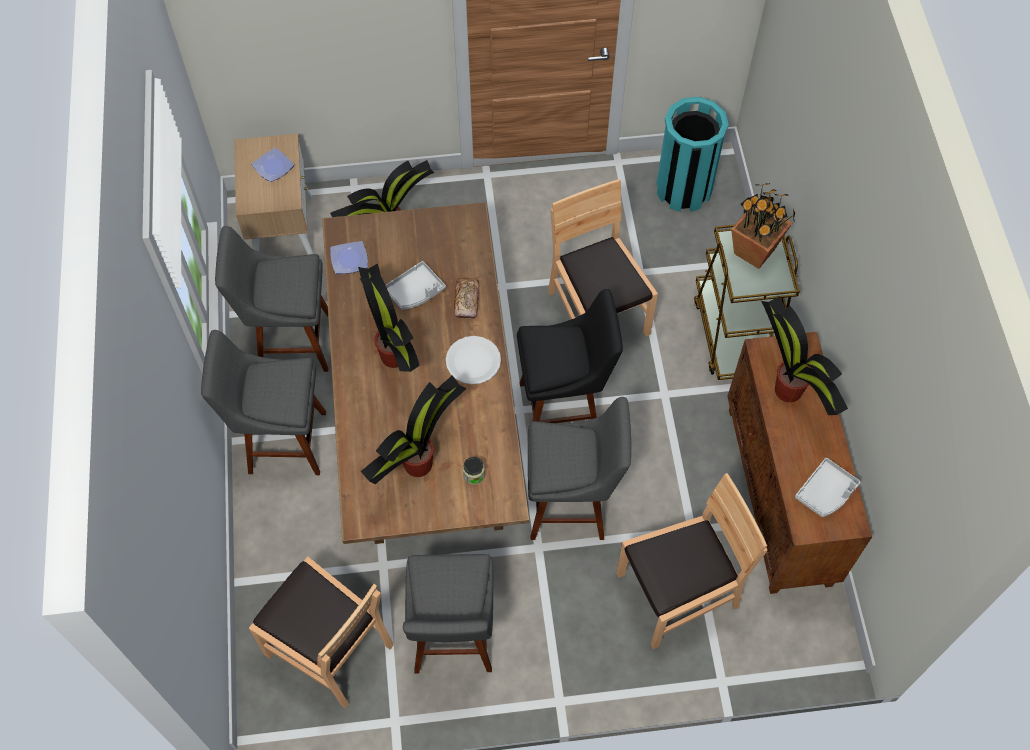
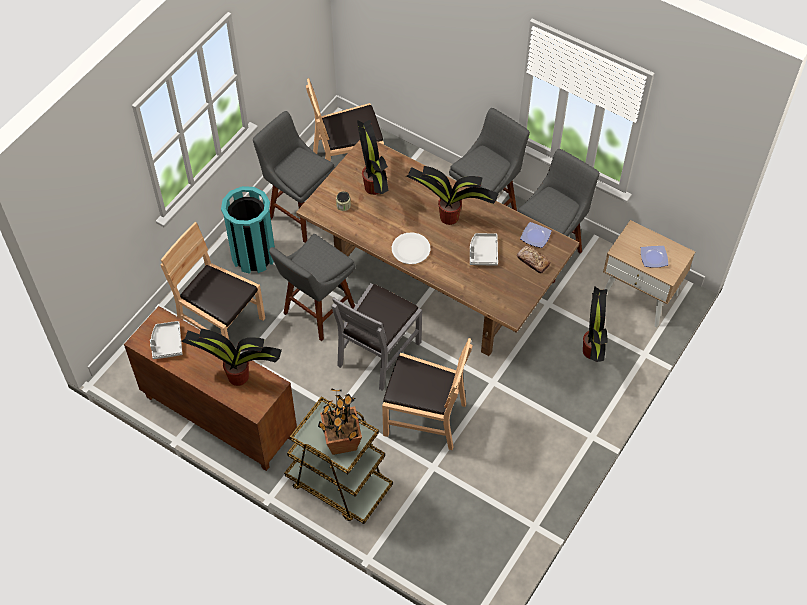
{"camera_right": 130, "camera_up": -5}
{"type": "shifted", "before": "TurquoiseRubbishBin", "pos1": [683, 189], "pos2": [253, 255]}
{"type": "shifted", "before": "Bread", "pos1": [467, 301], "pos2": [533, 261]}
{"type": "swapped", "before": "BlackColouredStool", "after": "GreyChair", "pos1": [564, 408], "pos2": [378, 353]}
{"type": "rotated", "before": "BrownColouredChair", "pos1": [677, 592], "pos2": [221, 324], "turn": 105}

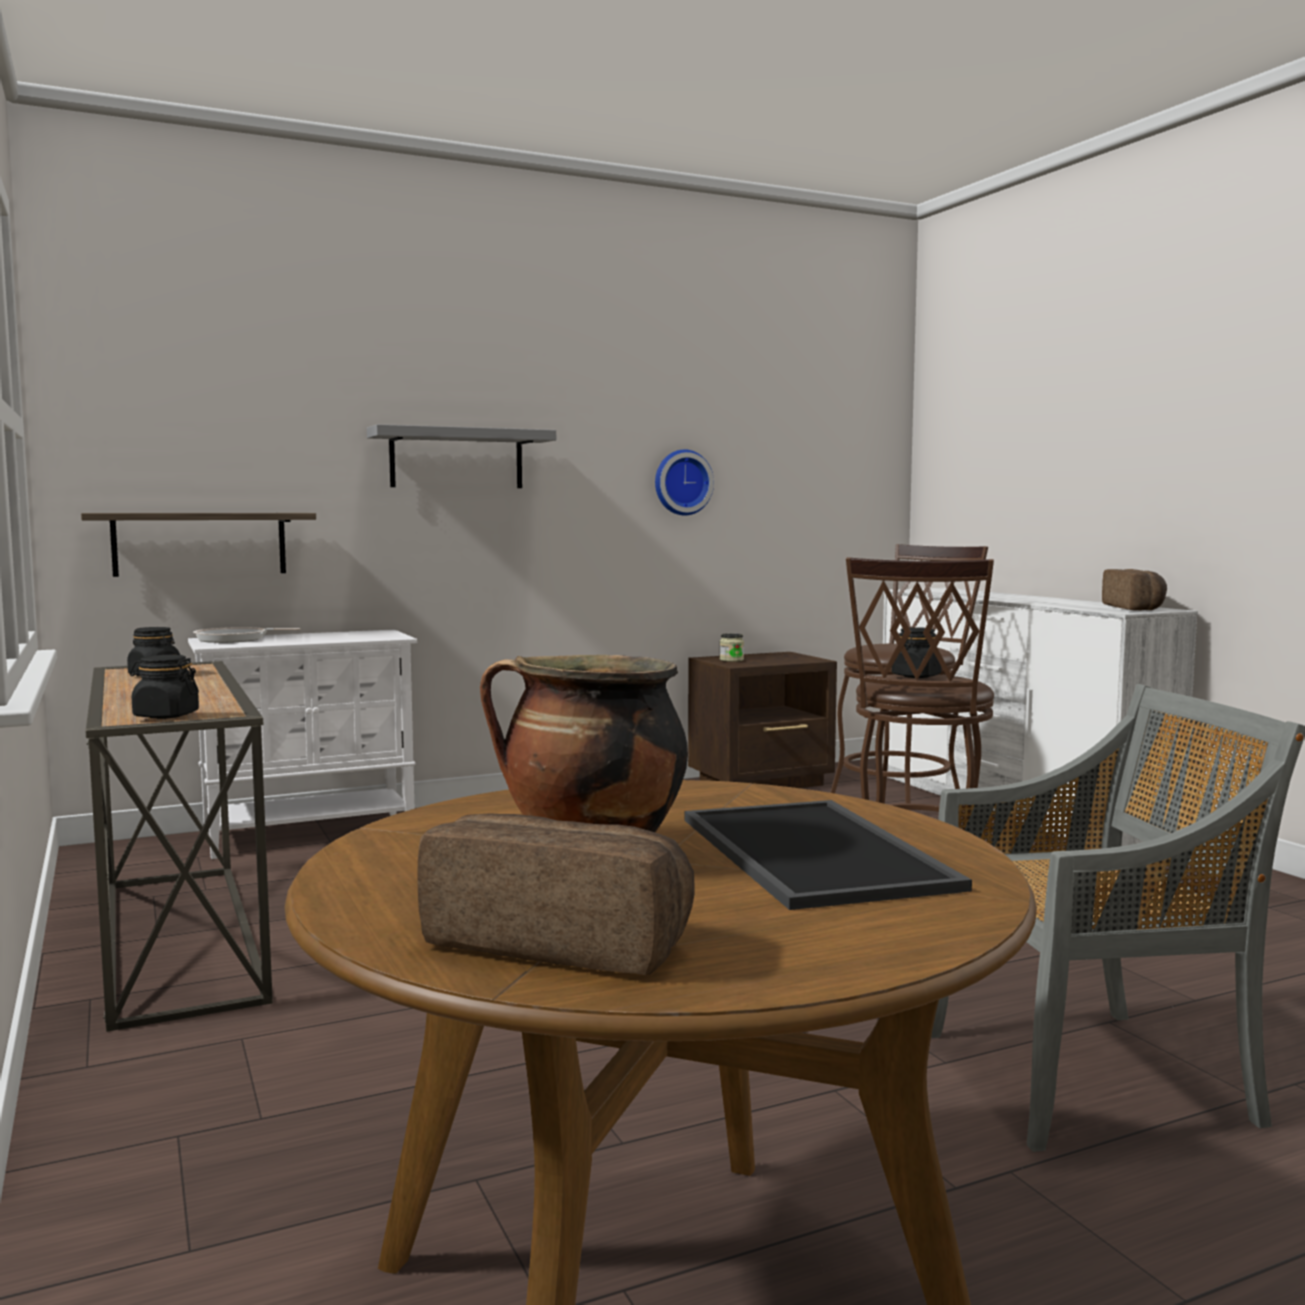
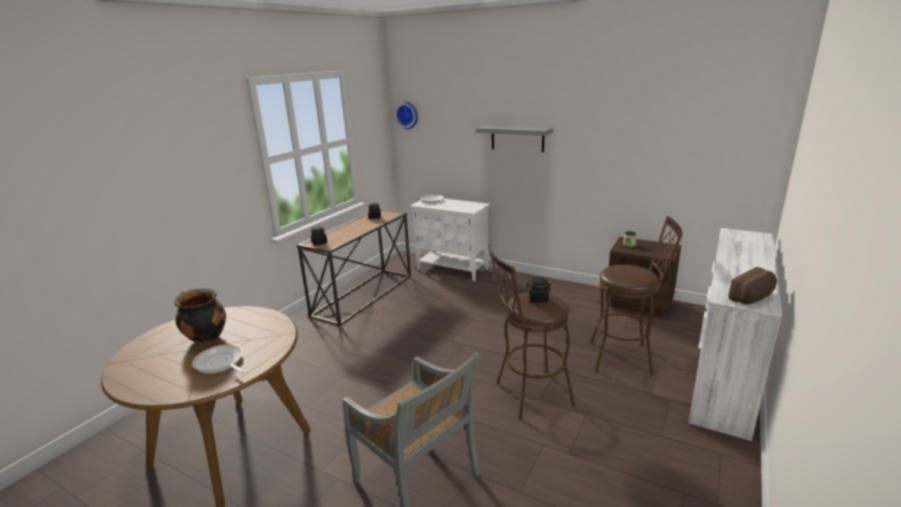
{"camera_right": 55, "camera_up": 15}
{"type": "shifted", "before": "WallClock", "pos1": [682, 482], "pos2": [407, 115]}
{"type": "gone", "before": "BracketShelf", "pos1": [200, 543]}
{"type": "swapped", "before": "CarryingTray", "after": "Pan", "pos1": [819, 853], "pos2": [220, 363]}
{"type": "gone", "before": "Bread", "pos1": [560, 942]}

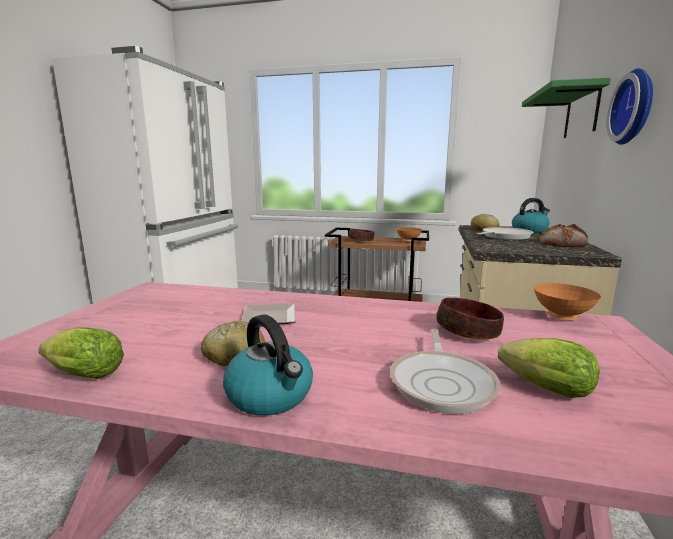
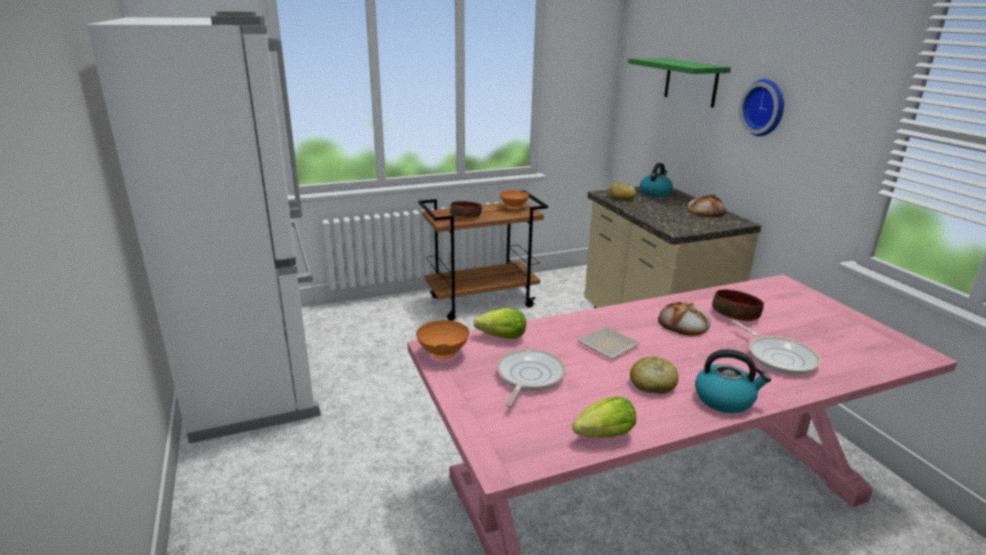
{"camera_right": -35, "camera_up": 10}
{"type": "shifted", "before": "Pan", "pos1": [504, 237], "pos2": [528, 377]}
{"type": "shifted", "before": "OrangeColouredServingBowl", "pos1": [561, 317], "pos2": [443, 354]}
{"type": "shifted", "before": "HeadOfLettuce", "pos1": [541, 388], "pos2": [499, 337]}
{"type": "new", "after": "Bread", "pos2": [683, 324]}

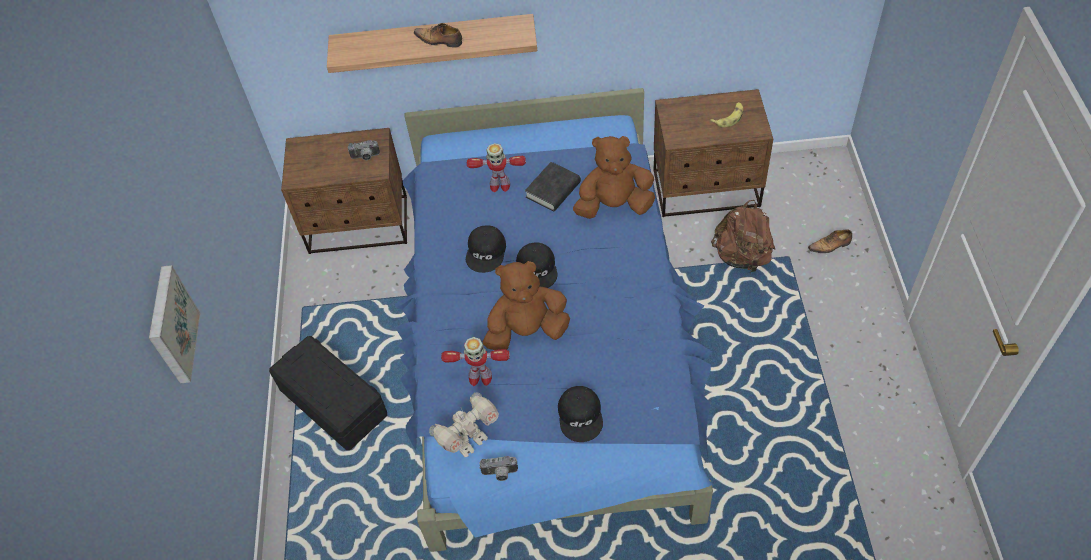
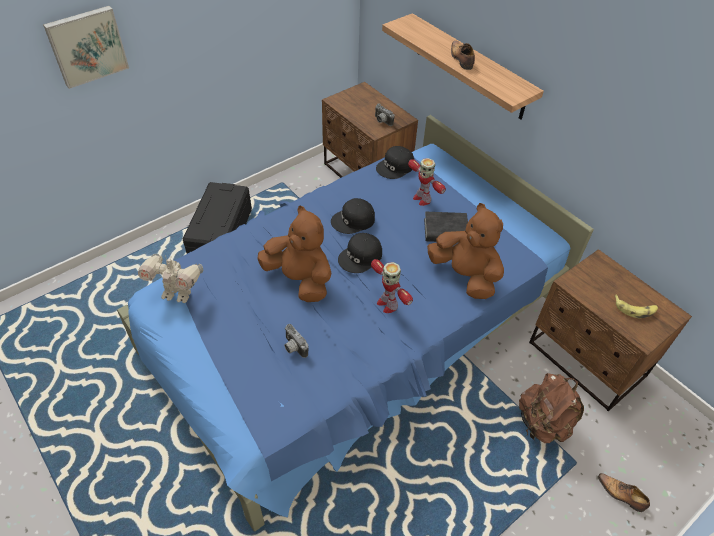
{"camera_right": 50, "camera_up": -5}
{"type": "shifted", "before": "RobotFigure", "pos1": [479, 377], "pos2": [387, 304]}
{"type": "shifted", "before": "BlackColouredCap", "pos1": [581, 416], "pos2": [395, 167]}
{"type": "shifted", "before": "StillCamera", "pos1": [500, 474], "pos2": [293, 348]}

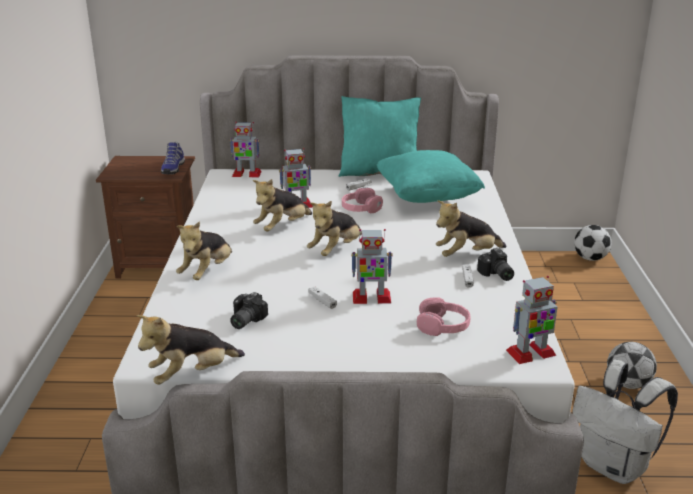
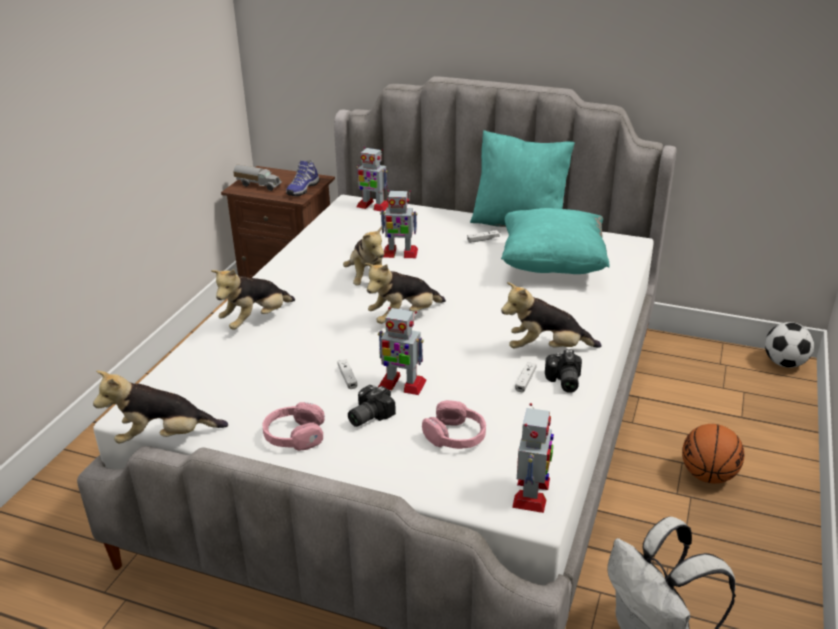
{"camera_right": 20, "camera_up": 5}
{"type": "rotated", "before": "SoftToy", "pos1": [282, 227], "pos2": [367, 278], "turn": -75}
{"type": "shifted", "before": "PinkHeadset", "pos1": [360, 209], "pos2": [294, 436]}
{"type": "rotated", "before": "RobotFigure", "pos1": [530, 353], "pos2": [531, 493], "turn": -75}
{"type": "shifted", "before": "StillCamera", "pos1": [244, 320], "pos2": [367, 416]}
{"type": "gone", "before": "BallForFootball", "pos1": [627, 384]}
{"type": "new", "after": "ToyTruck", "pos2": [258, 185]}
{"type": "new", "after": "BasketballBall", "pos2": [708, 475]}

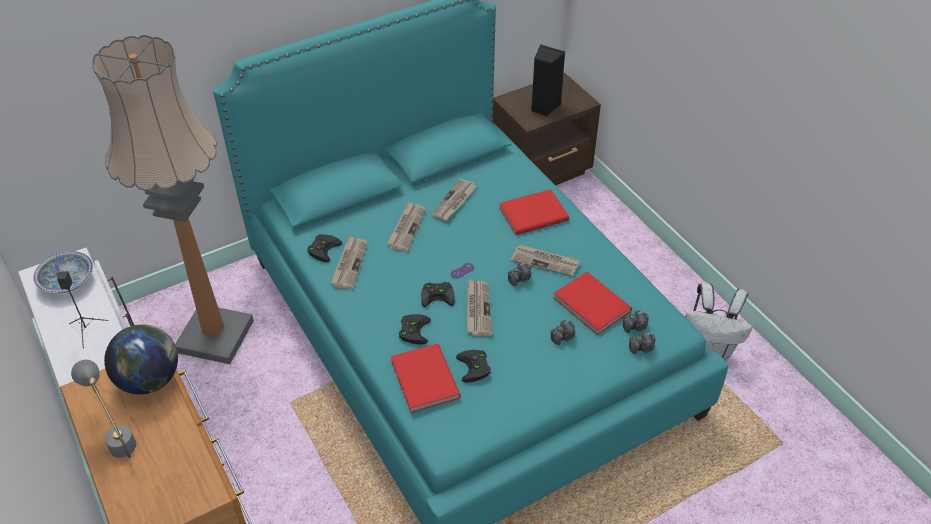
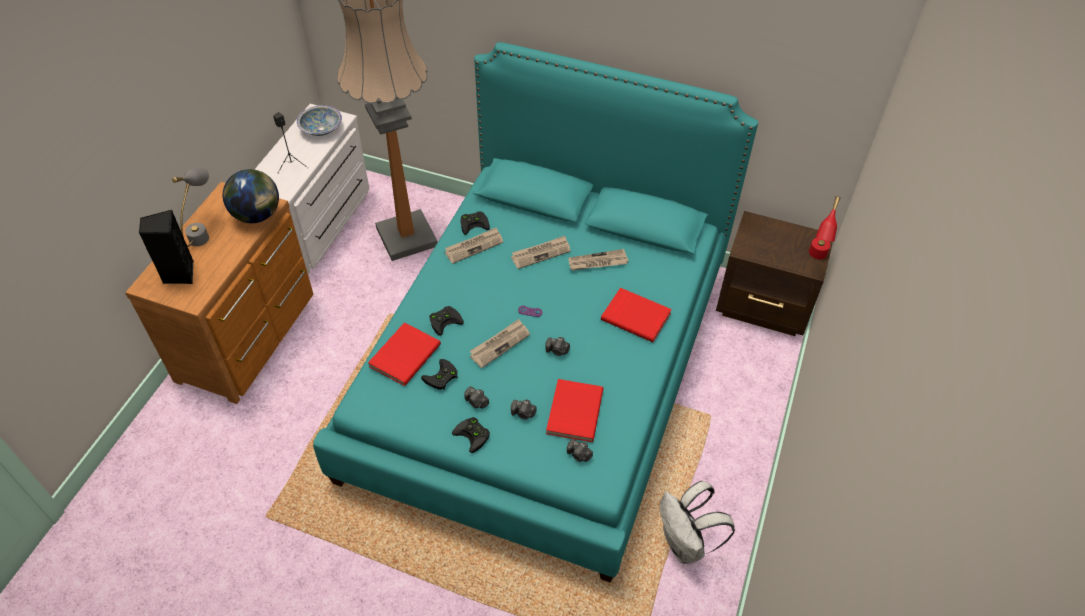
{"camera_right": 50, "camera_up": 5}
{"type": "shifted", "before": "BlackColouredAudioSpeaker", "pos1": [543, 107], "pos2": [179, 274]}
{"type": "gone", "before": "Newspaper", "pos1": [545, 261]}
{"type": "shifted", "before": "BlackColouredGamepad", "pos1": [438, 295], "pos2": [474, 435]}
{"type": "shifted", "before": "StillCamera", "pos1": [642, 348], "pos2": [476, 402]}
{"type": "new", "after": "RedTabletopLamp", "pos2": [816, 259]}

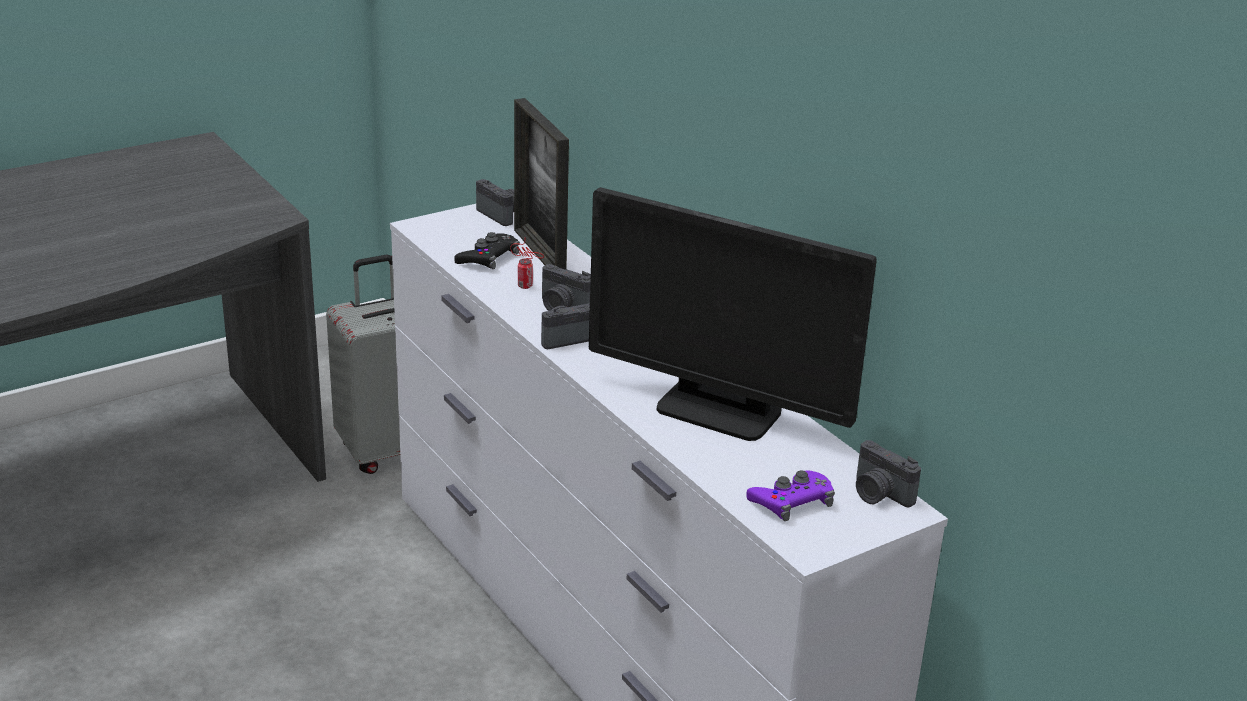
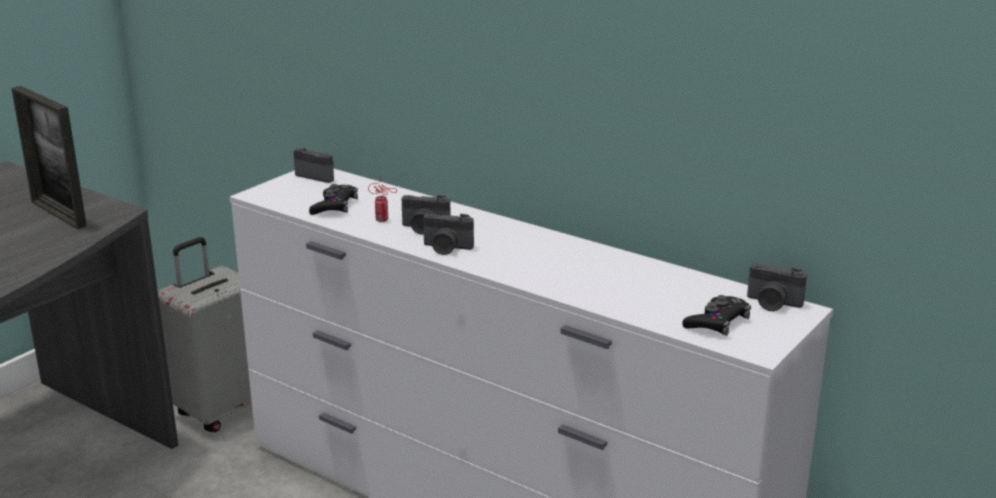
{"camera_right": -20, "camera_up": -5}
{"type": "shifted", "before": "PictureFrame", "pos1": [539, 252], "pos2": [58, 214]}
{"type": "gone", "before": "ComputerDisplay", "pos1": [719, 410]}
{"type": "rotated", "before": "StillCamera", "pos1": [566, 337], "pos2": [446, 248], "turn": -120}
{"type": "repainted", "before": "PurpleColouredGamepad", "after": "BlackColouredGamepad", "pos1": [791, 502], "pos2": [717, 322]}

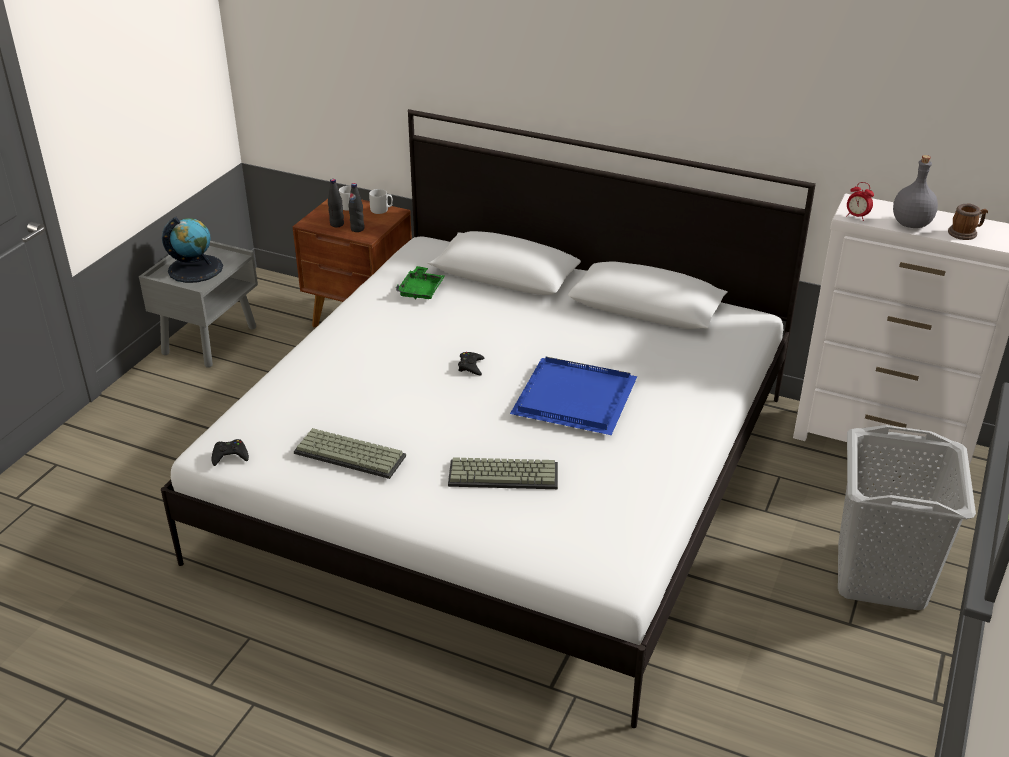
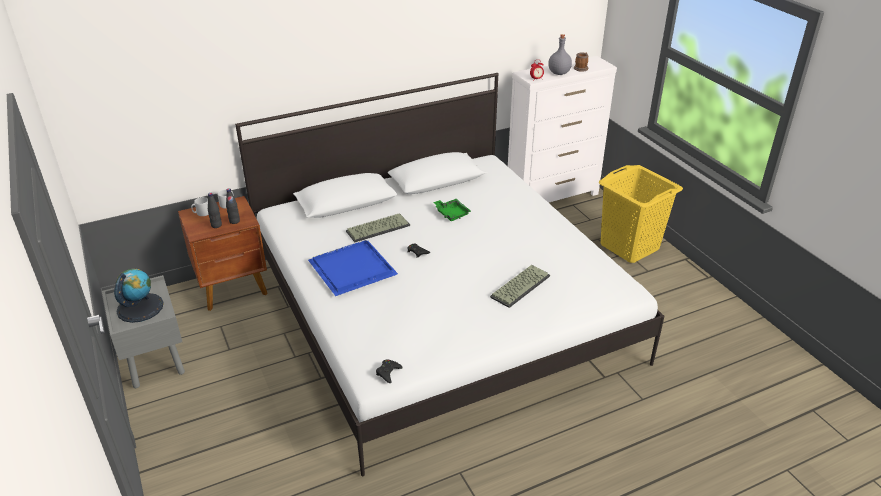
{"camera_right": -50, "camera_up": 0}
{"type": "shifted", "before": "GreenColouredCarryingTray", "pos1": [421, 290], "pos2": [451, 213]}
{"type": "shifted", "before": "BlueCarryingTray", "pos1": [572, 399], "pos2": [352, 270]}
{"type": "repainted", "before": "GreyLaundryBasket", "after": "YellowColouredLaundryBasket", "pos1": [880, 576], "pos2": [629, 247]}
{"type": "shifted", "before": "Keyboard", "pos1": [351, 454], "pos2": [378, 228]}

